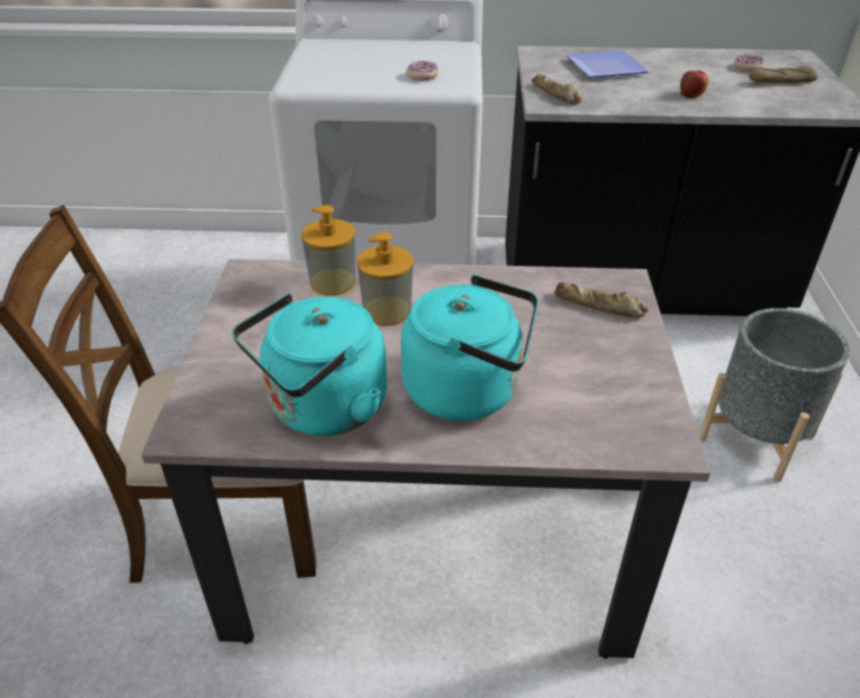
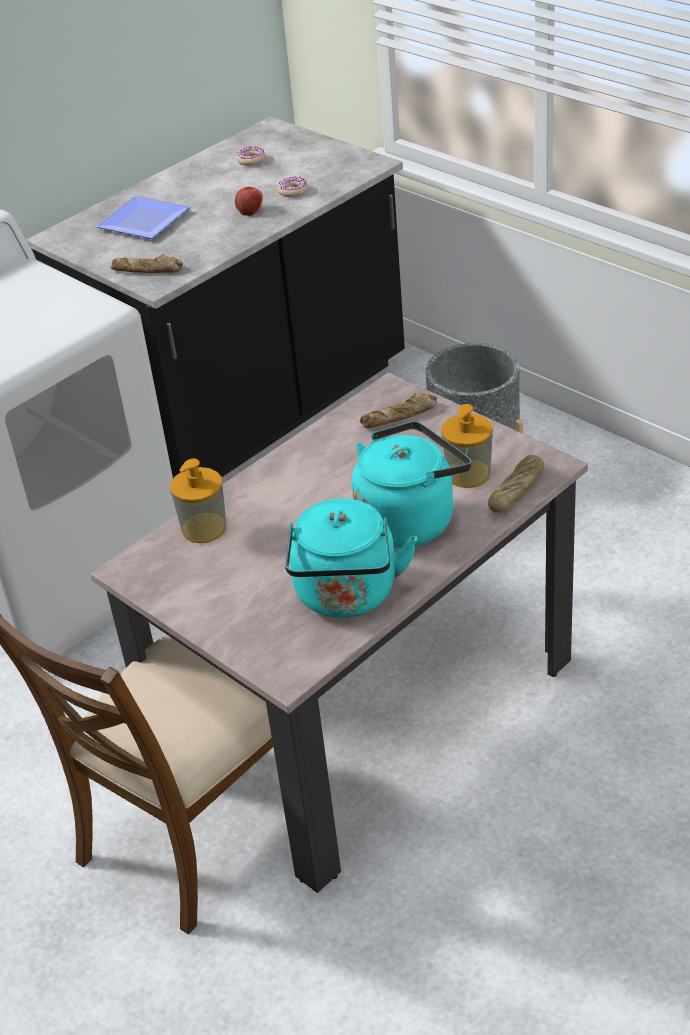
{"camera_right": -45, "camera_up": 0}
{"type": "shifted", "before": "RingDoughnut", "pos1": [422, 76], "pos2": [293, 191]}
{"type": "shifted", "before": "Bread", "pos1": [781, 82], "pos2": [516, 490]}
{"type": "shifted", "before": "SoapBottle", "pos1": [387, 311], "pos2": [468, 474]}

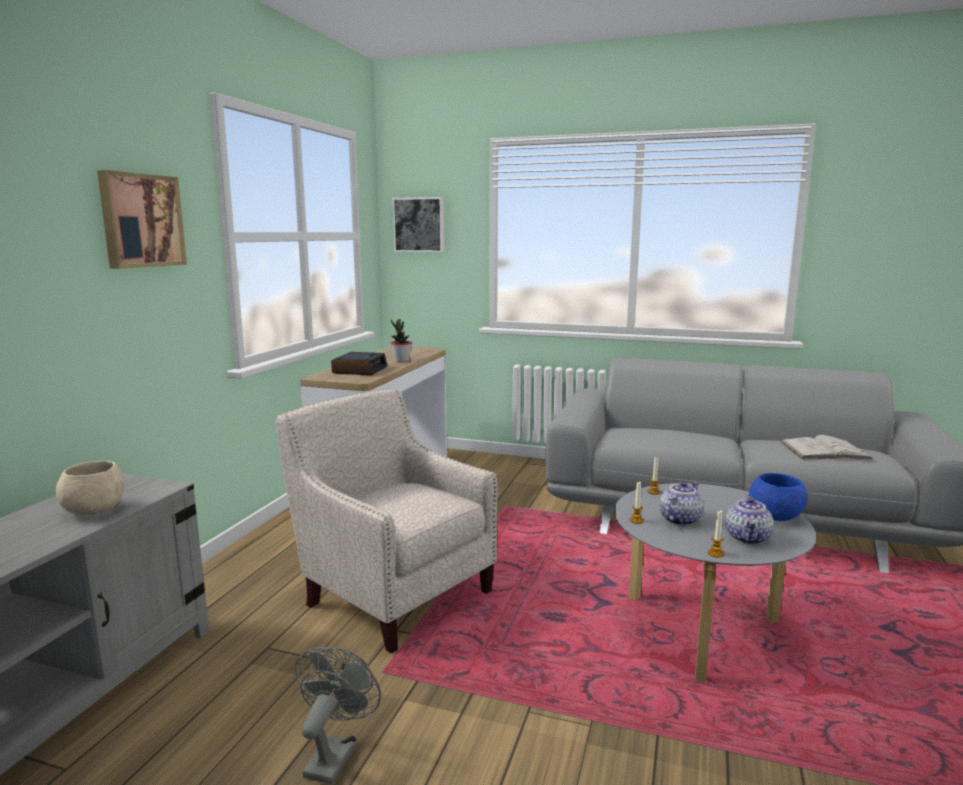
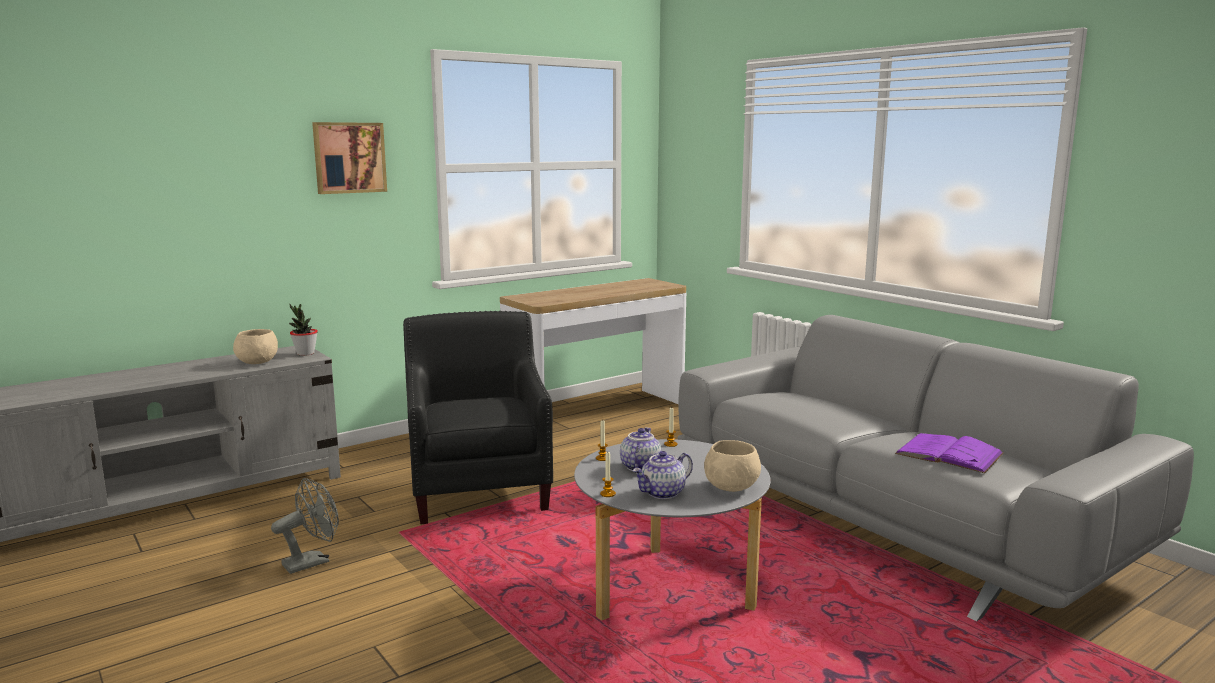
{"camera_right": 35, "camera_up": 0}
{"type": "gone", "before": "Picture", "pos1": [419, 225]}
{"type": "shifted", "before": "PottedPlant", "pos1": [401, 361], "pos2": [305, 353]}
{"type": "gone", "before": "BedsideClock", "pos1": [359, 370]}
{"type": "repainted", "before": "BeigeArmchair", "after": "BlackColouredArmchair", "pos1": [394, 592], "pos2": [480, 490]}
{"type": "repainted", "before": "WhiteBoundBook", "after": "PurpleColouredBoundBook", "pos1": [824, 450], "pos2": [949, 453]}
{"type": "repainted", "before": "BlueServingBowl", "after": "BeigeServingBowl", "pos1": [774, 517], "pos2": [731, 487]}
{"type": "rotated", "before": "TeaPot", "pos1": [679, 519], "pos2": [639, 467], "turn": -60}

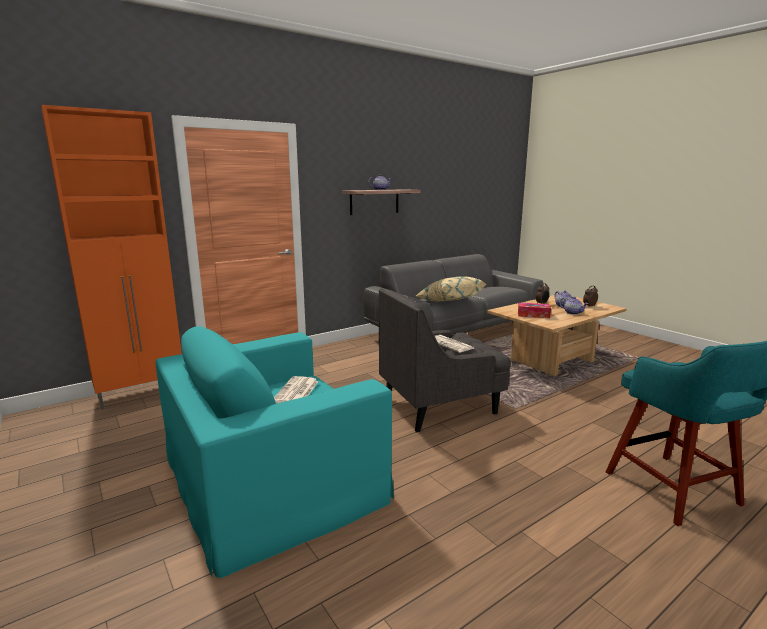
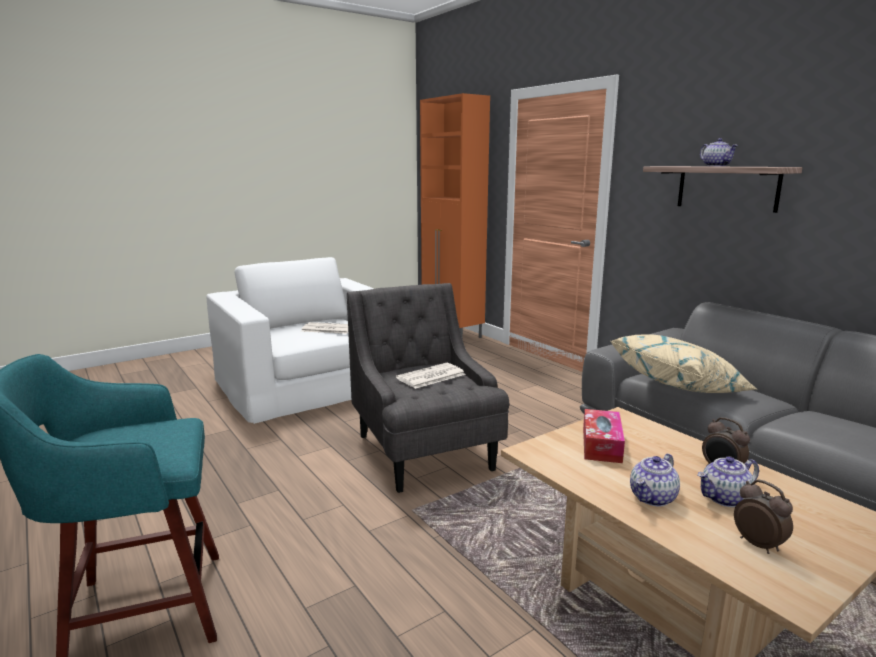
{"camera_right": 90, "camera_up": 0}
{"type": "repainted", "before": "TurquoiseArmchair", "after": "WhiteArmchair", "pos1": [272, 477], "pos2": [308, 382]}

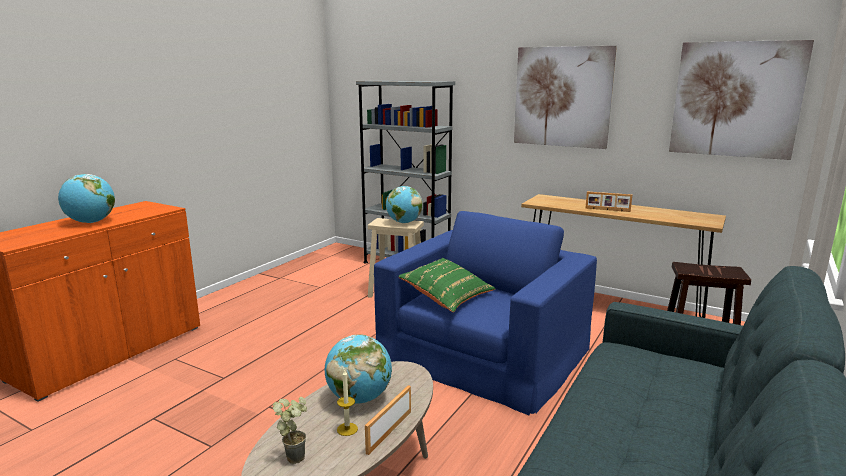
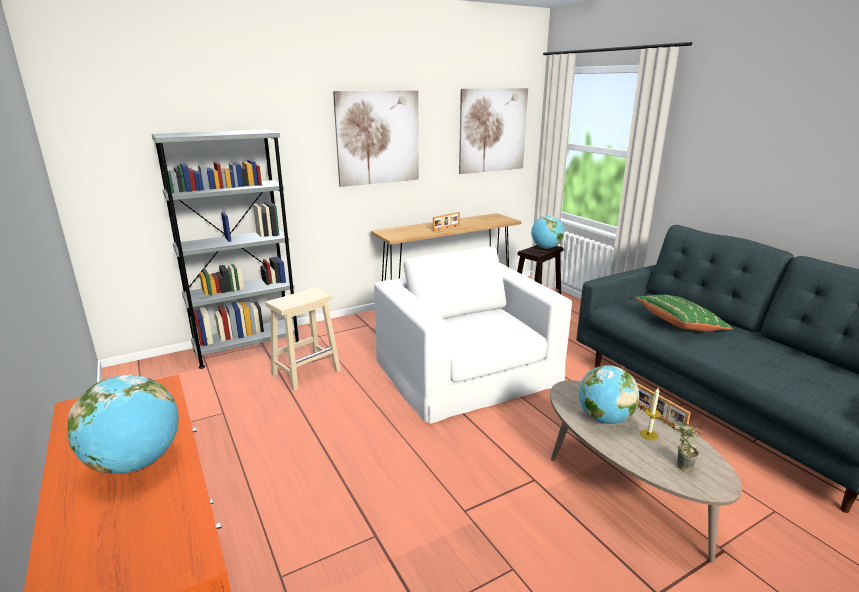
{"camera_right": -60, "camera_up": 5}
{"type": "shifted", "before": "WorldGlobe", "pos1": [404, 222], "pos2": [546, 248]}
{"type": "repainted", "before": "BlueArmchair", "after": "WhiteArmchair", "pos1": [484, 352], "pos2": [466, 371]}
{"type": "shifted", "before": "GreenColouredCushion", "pos1": [447, 297], "pos2": [679, 325]}

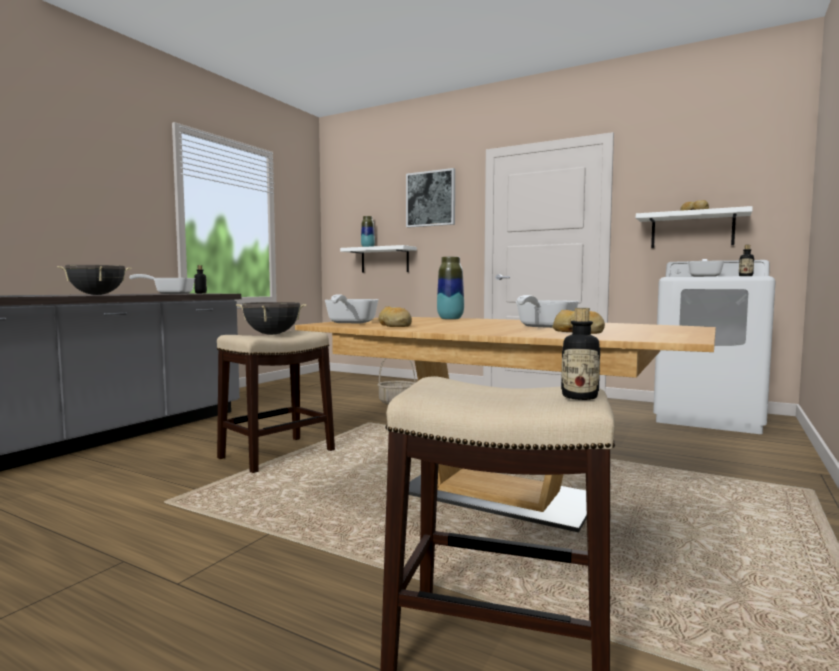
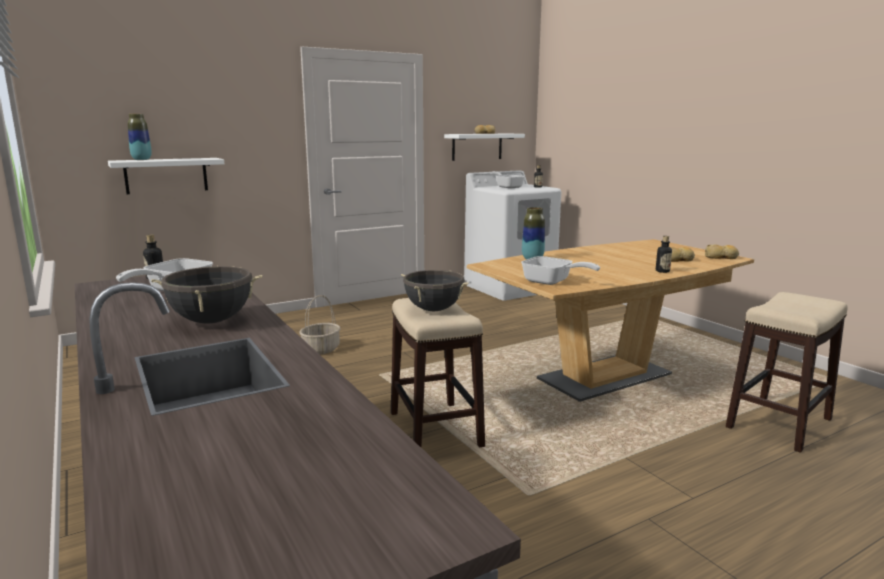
{"camera_right": -60, "camera_up": 10}
{"type": "gone", "before": "Picture", "pos1": [431, 199]}
{"type": "gone", "before": "Pan", "pos1": [542, 327]}
{"type": "shifted", "before": "Bread", "pos1": [394, 325], "pos2": [721, 257]}
{"type": "shifted", "before": "Bottle", "pos1": [579, 397], "pos2": [662, 271]}

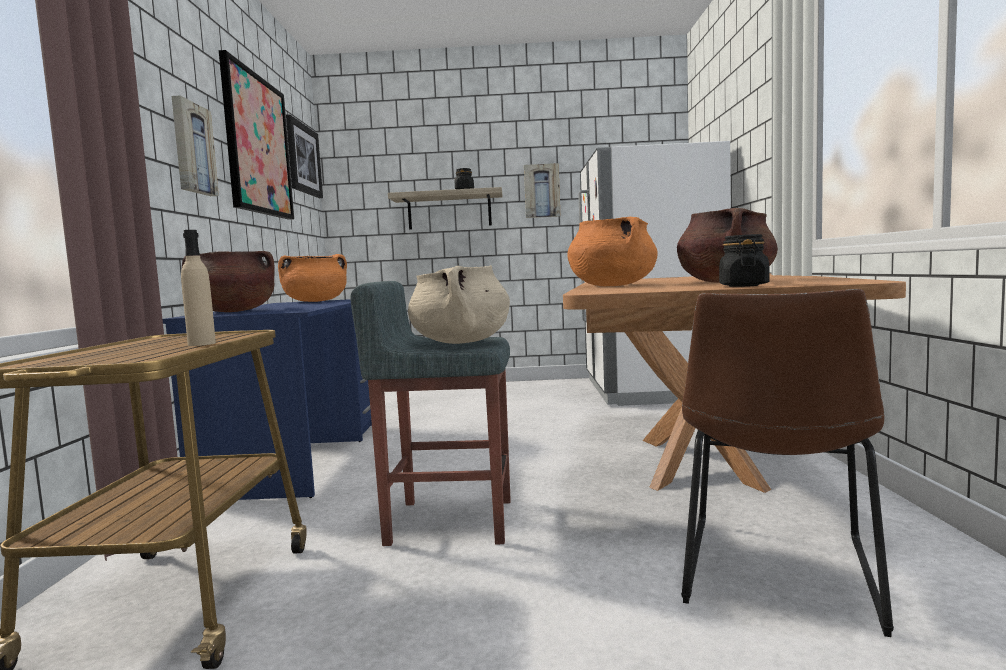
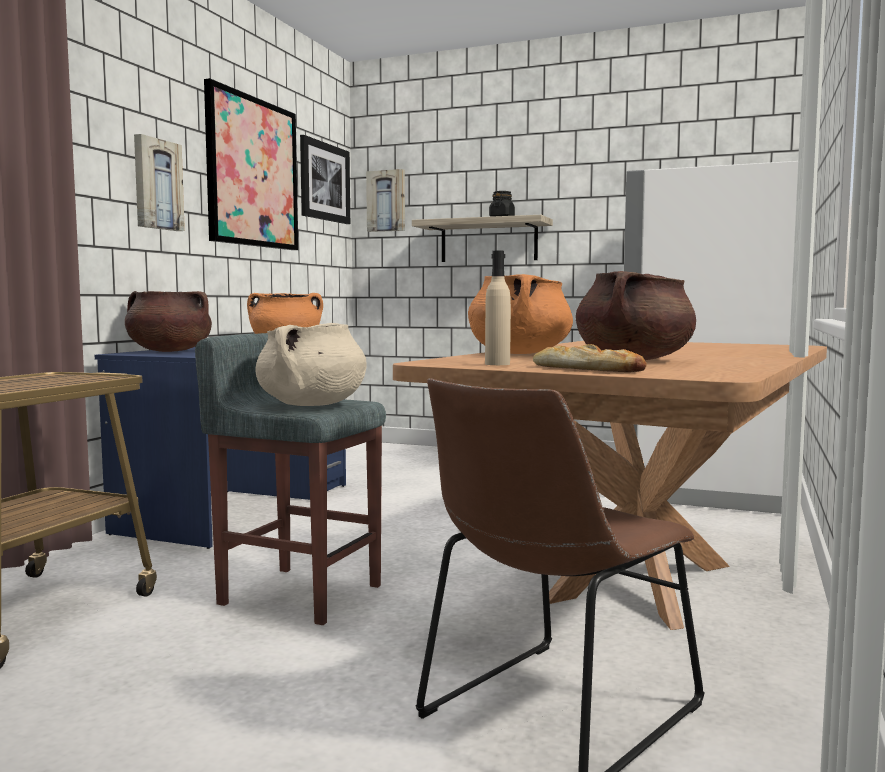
{"camera_right": 20, "camera_up": 0}
{"type": "shifted", "before": "Picture", "pos1": [542, 191], "pos2": [386, 201]}
{"type": "shifted", "before": "BeigeBottle", "pos1": [202, 344], "pos2": [497, 364]}
{"type": "swapped", "before": "BlackColouredStorageJar", "after": "Bread", "pos1": [743, 286], "pos2": [586, 369]}

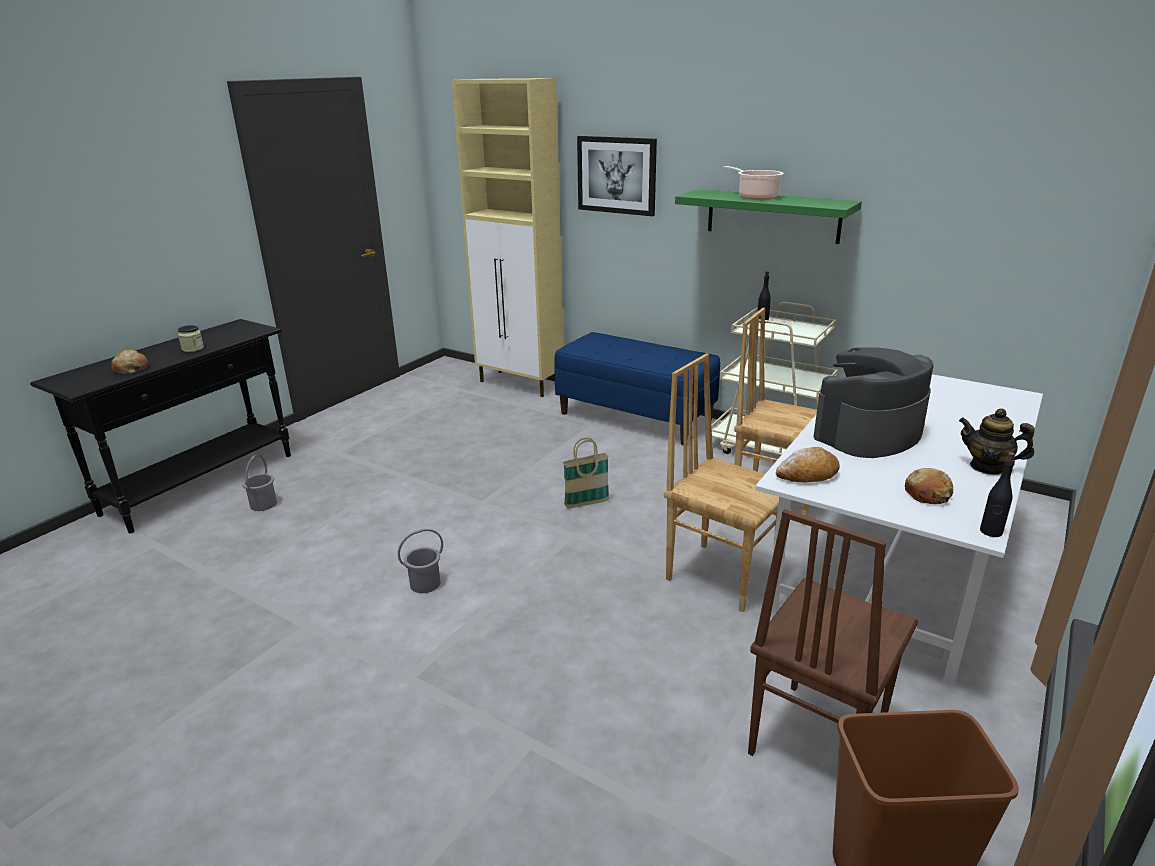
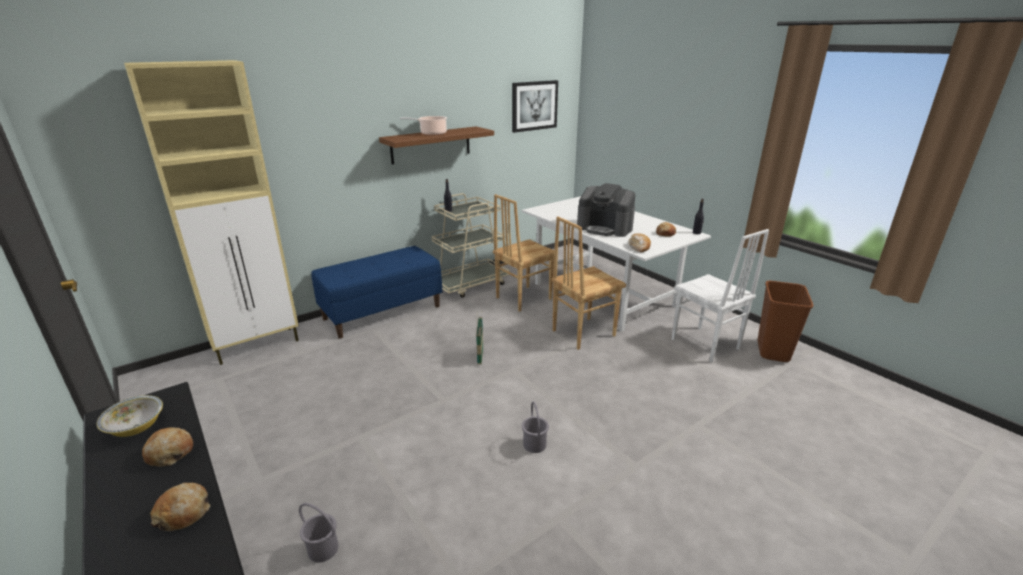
{"camera_right": -70, "camera_up": 0}
{"type": "shifted", "before": "Picture", "pos1": [616, 175], "pos2": [534, 105]}
{"type": "repainted", "before": "GreenColouredBracketShelf", "after": "BrownColouredBracketShelf", "pos1": [772, 216], "pos2": [431, 145]}
{"type": "swapped", "before": "StorageJar", "after": "Bread", "pos1": [193, 348], "pos2": [169, 452]}
{"type": "rotated", "before": "CoffeeBrewer", "pos1": [867, 434], "pos2": [605, 228], "turn": -45}
{"type": "gone", "before": "TeaPot", "pos1": [987, 467]}
{"type": "repainted", "before": "BrownColouredChair", "after": "WhiteChair", "pos1": [814, 740], "pos2": [704, 345]}
{"type": "new", "after": "ServingBowl", "pos2": [136, 427]}

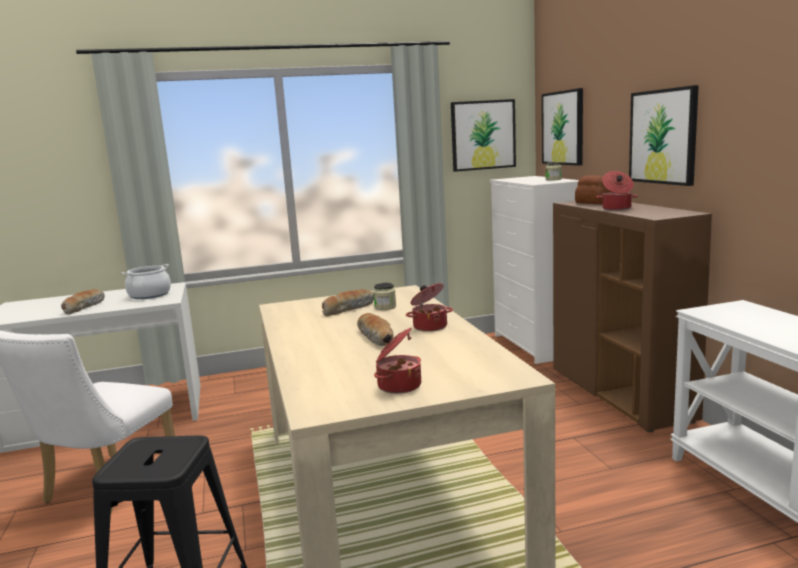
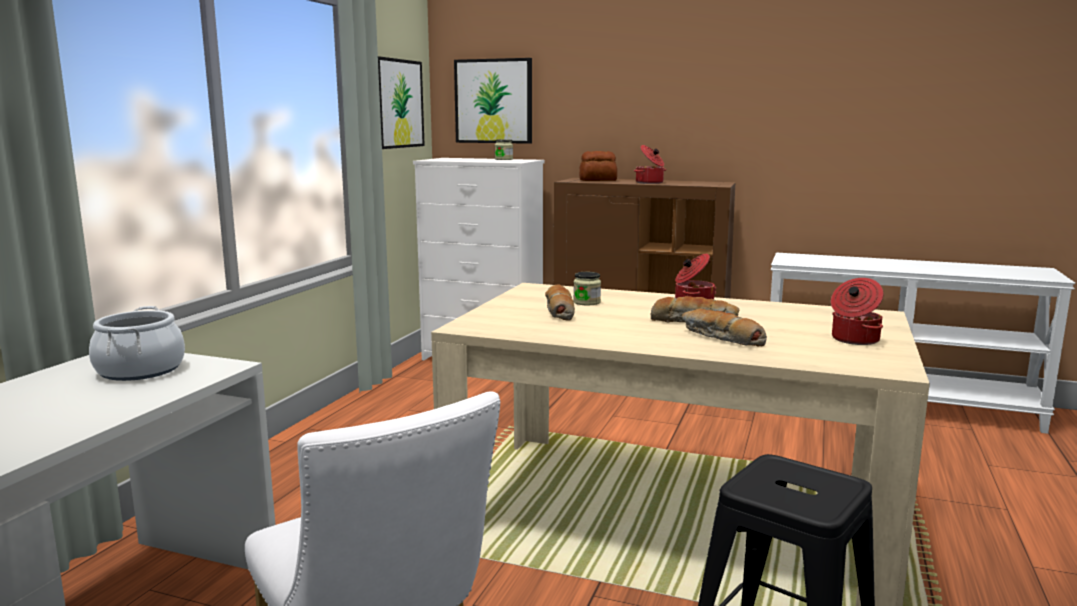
{"camera_right": -55, "camera_up": 0}
{"type": "gone", "before": "Picture", "pos1": [663, 136]}
{"type": "shifted", "before": "Bread", "pos1": [84, 307], "pos2": [720, 338]}

